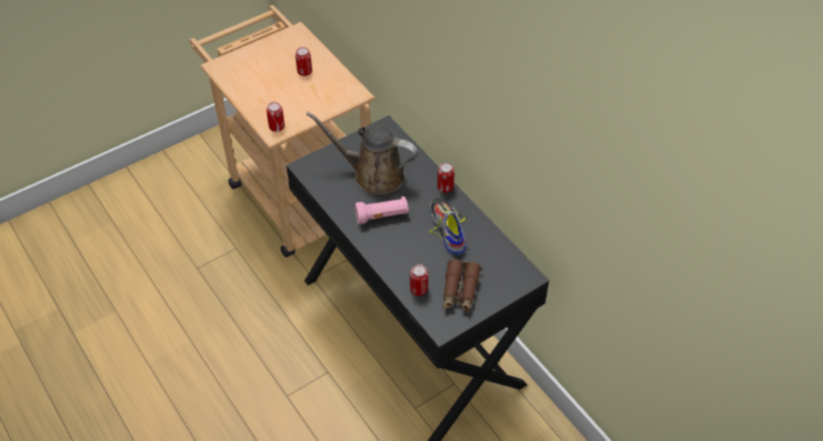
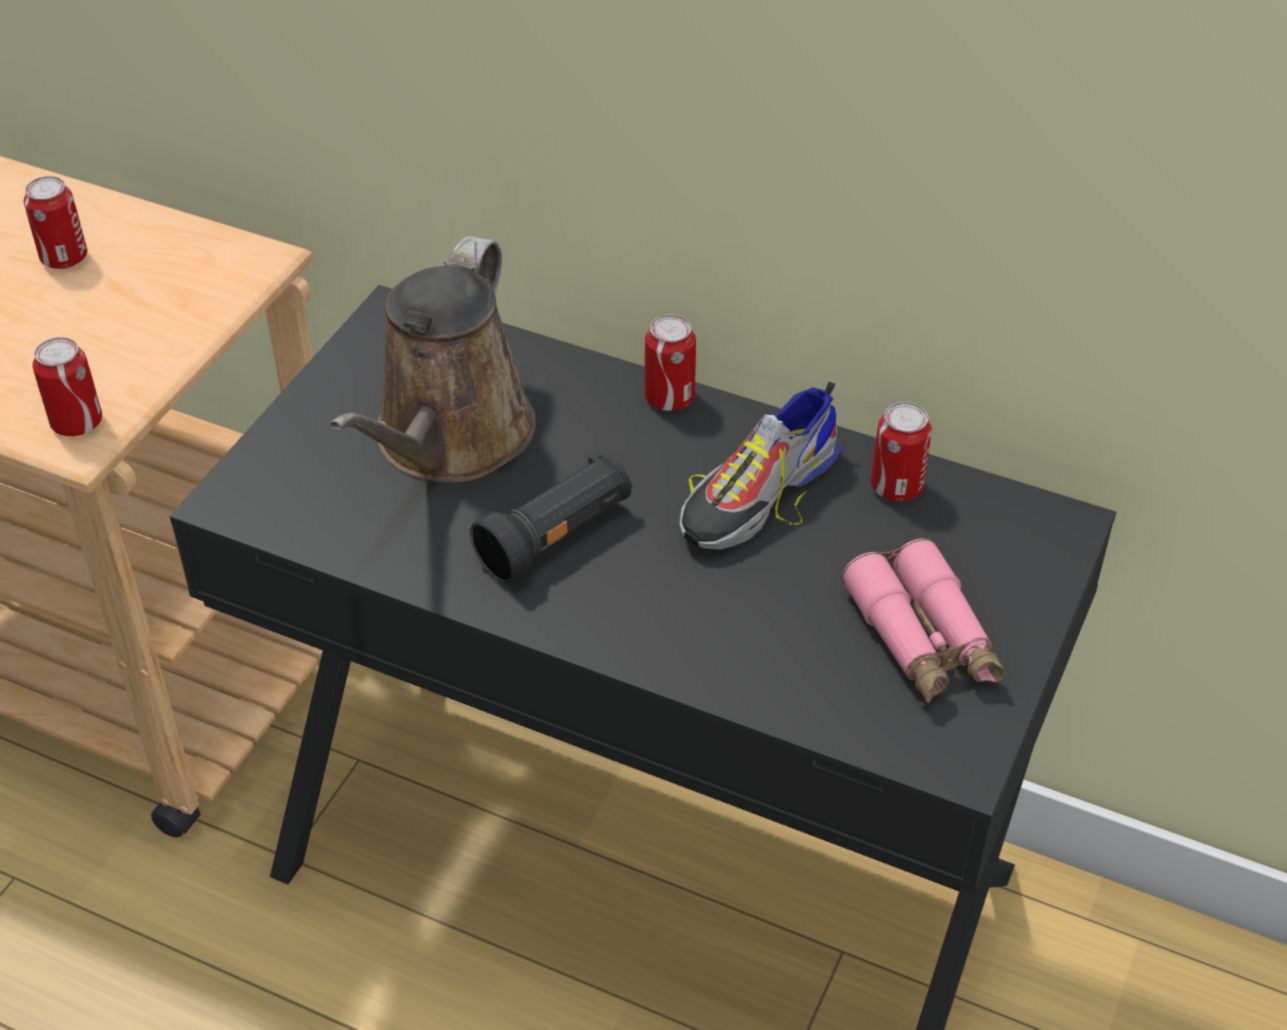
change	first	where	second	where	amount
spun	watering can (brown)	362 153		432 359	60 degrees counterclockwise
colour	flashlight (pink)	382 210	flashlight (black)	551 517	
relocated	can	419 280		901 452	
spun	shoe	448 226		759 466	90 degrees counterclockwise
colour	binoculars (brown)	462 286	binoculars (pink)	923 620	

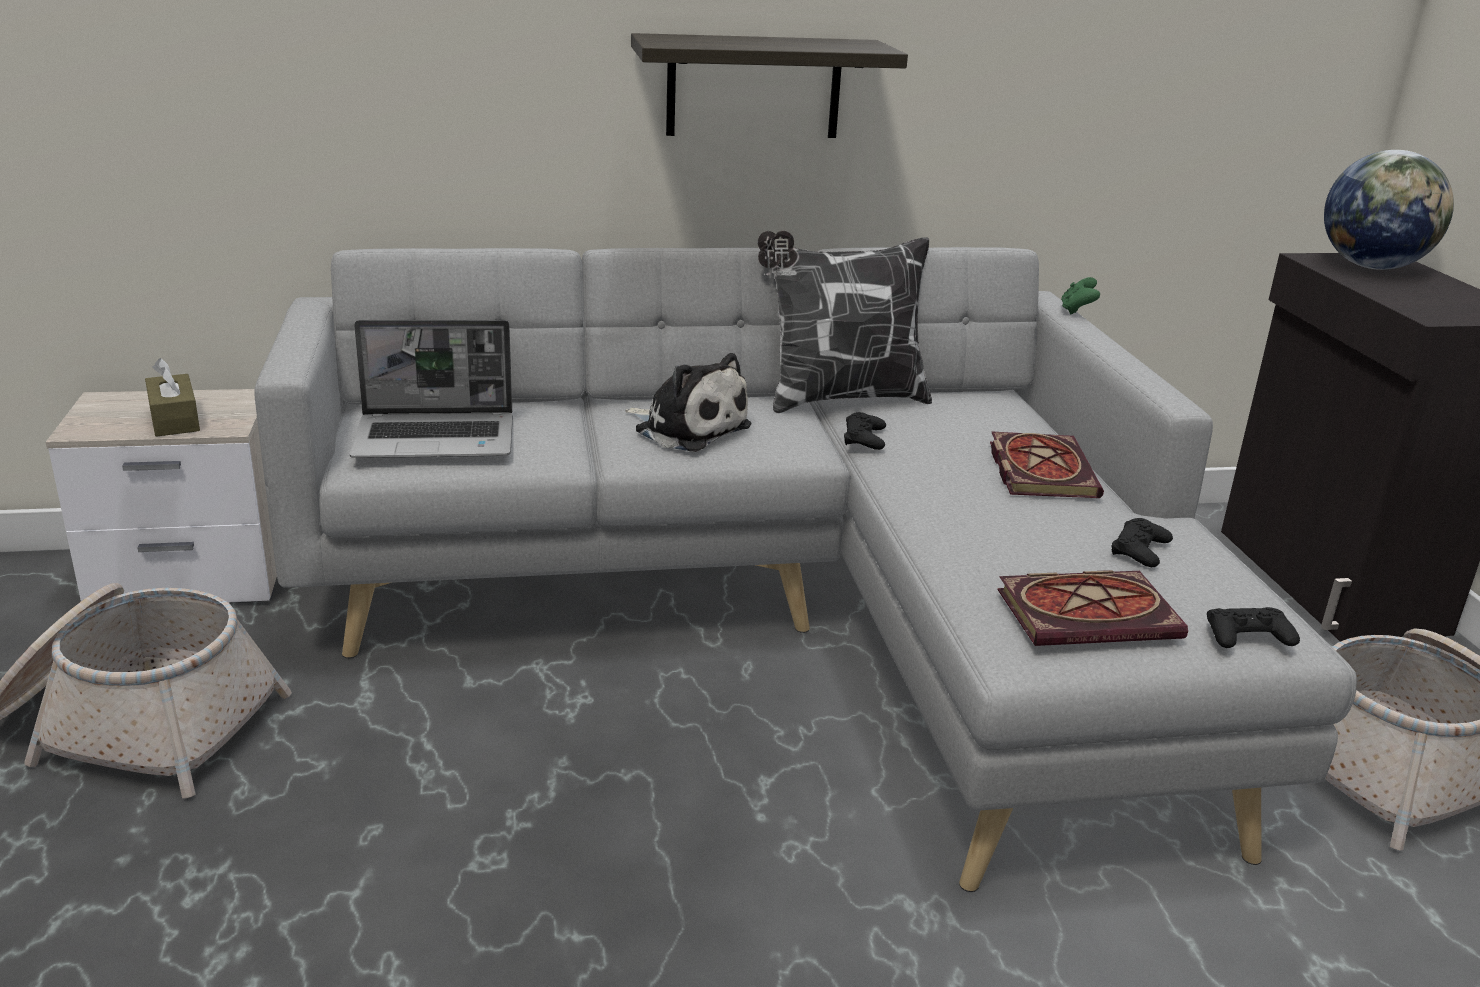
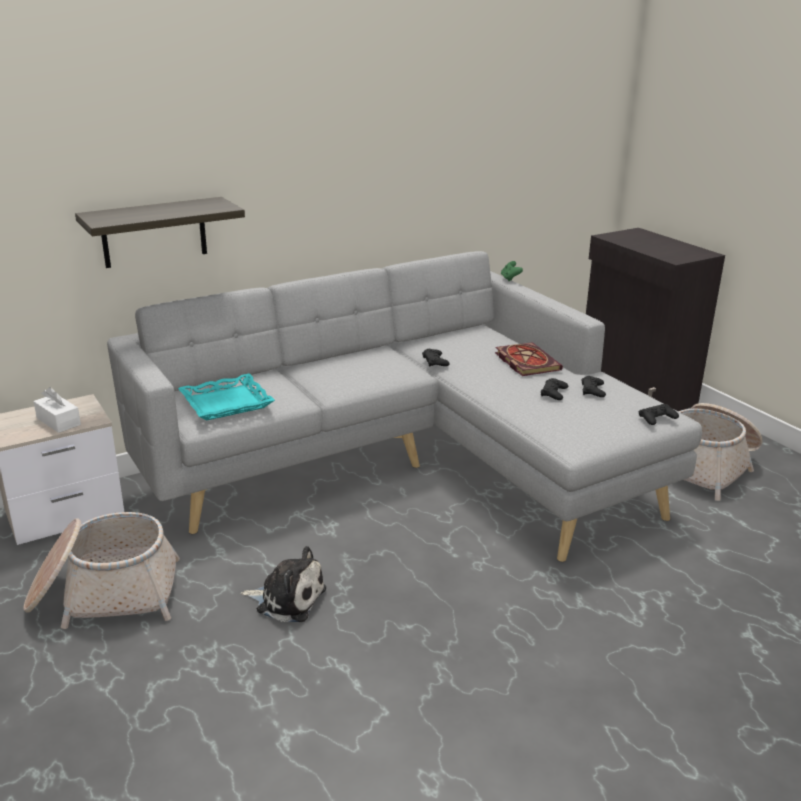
change	first	where	second	where	amount
colour	tissue box (brown)	172 397	tissue box (white)	57 410	
exchanged	laptop	431 389	tray (turquoise)	226 397	
relocated	plush toy	688 402		283 584	
relocated	shelf	769 85		160 232	
missing	pillow	844 321			
missing	book	1093 608			
missing	globe	1389 210			
appeared			game controller (black)	554 389	

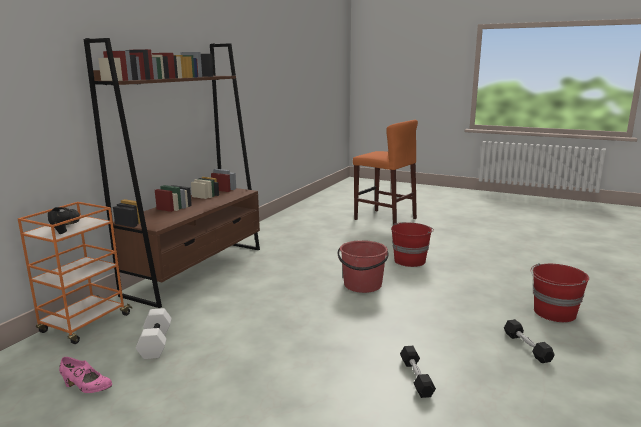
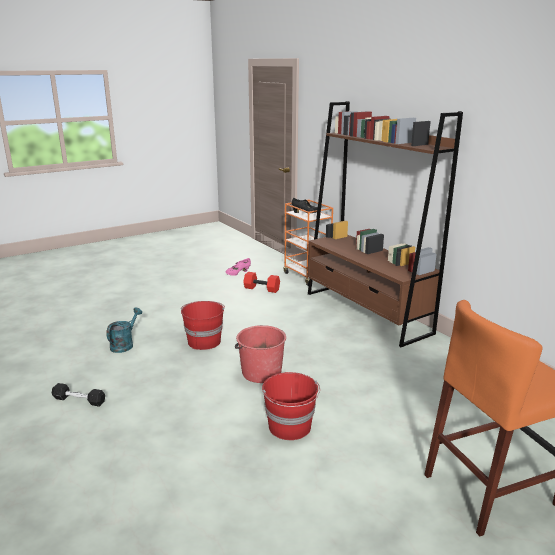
change	first	where	second	where	amount
colour	dumbbell (white)	154 333	dumbbell (red)	261 282	
exchanged	dumbbell (black)	418 372	watering can (turquoise)	124 330	
relocated	bucket (red)	560 292		203 325	

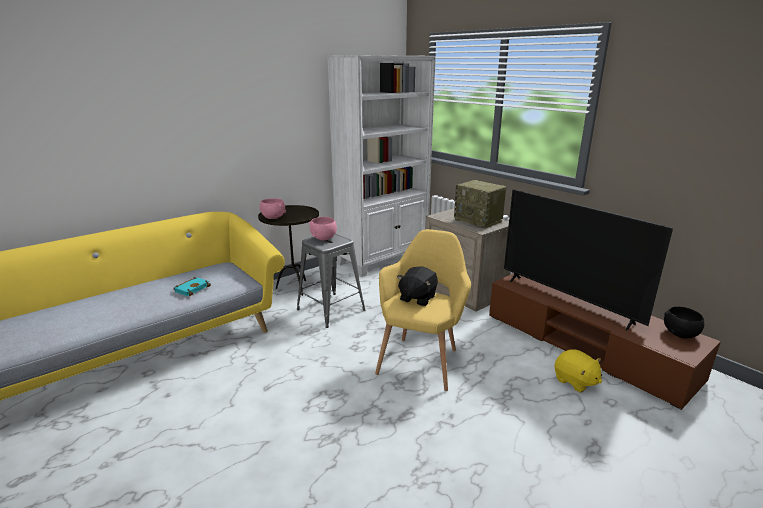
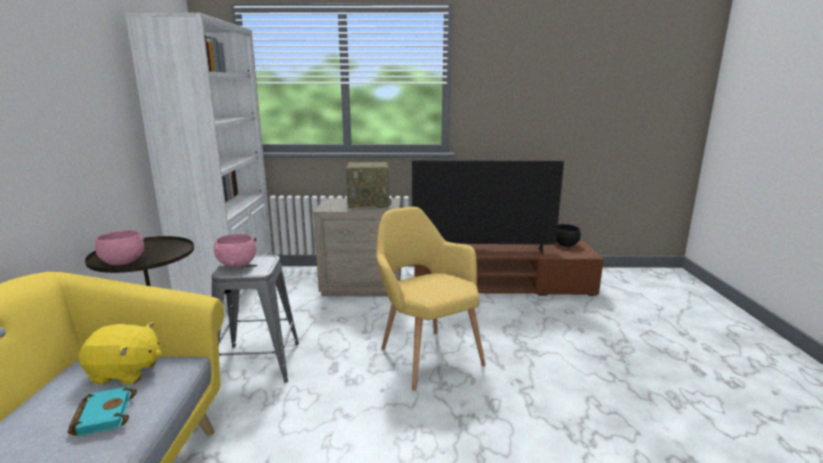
change	first	where	second	where	amount
missing	plush toy (black)	417 286			
relocated	plush toy (yellow)	578 370		120 353	

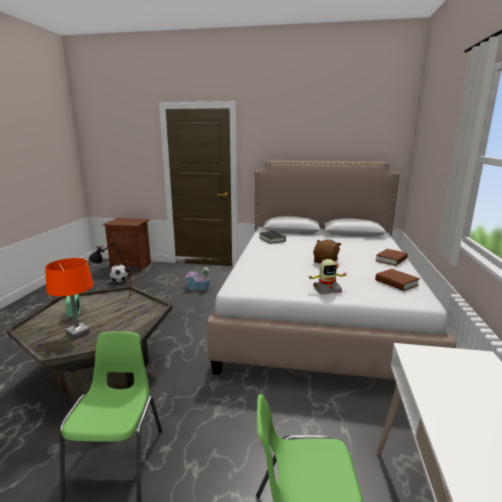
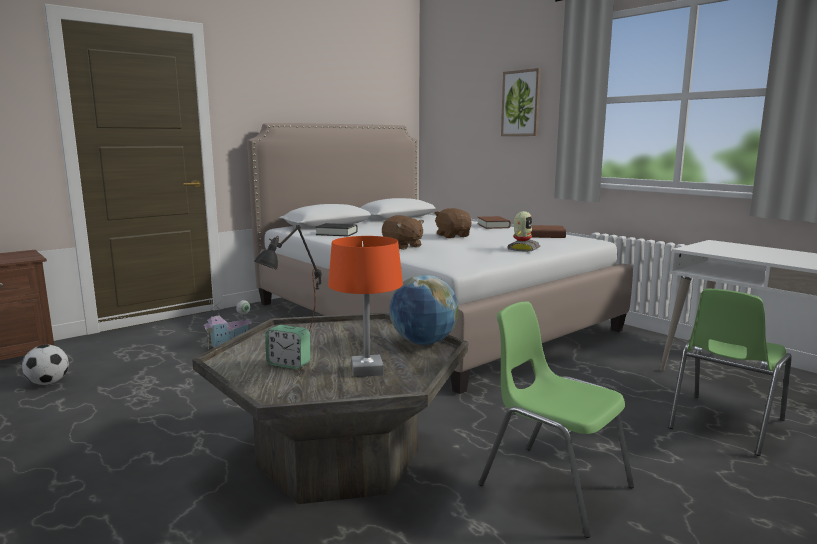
change	first	where	second	where	amount
appeared			plush toy (brown)	403 232	
appeared			globe	424 310	
appeared			picture	521 102	

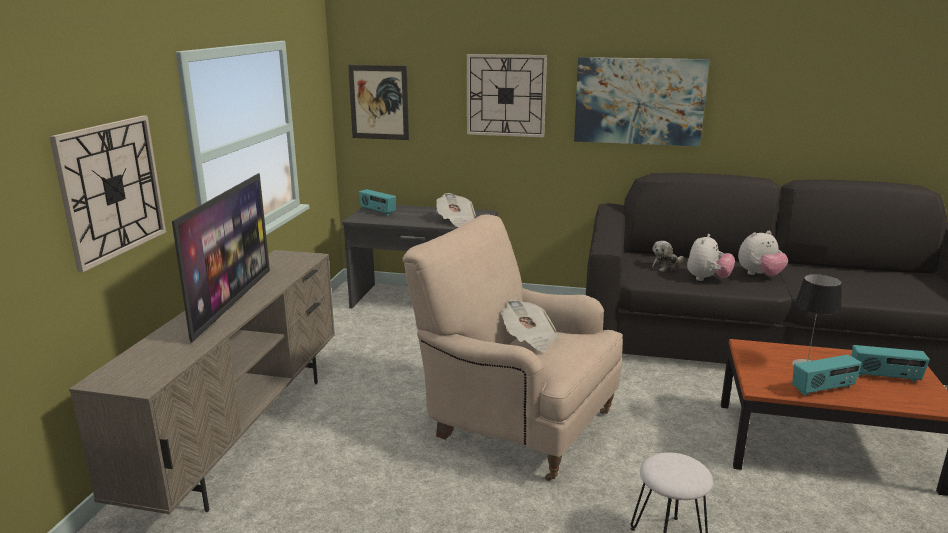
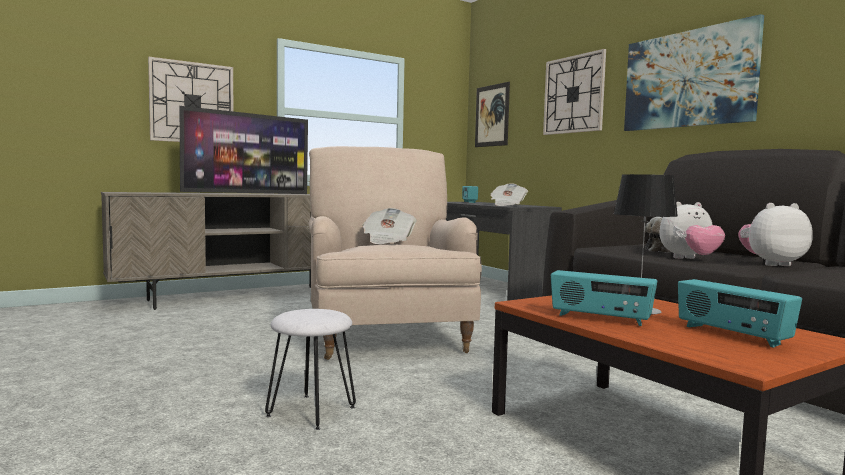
change	first	where	second	where	amount
spun	plush toy	763 253		775 234	150 degrees clockwise

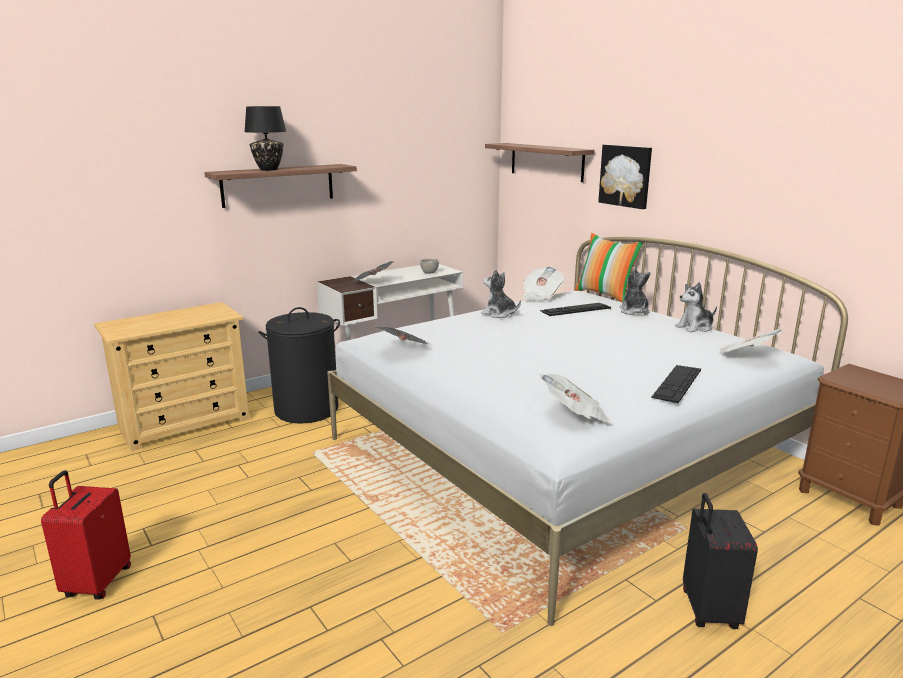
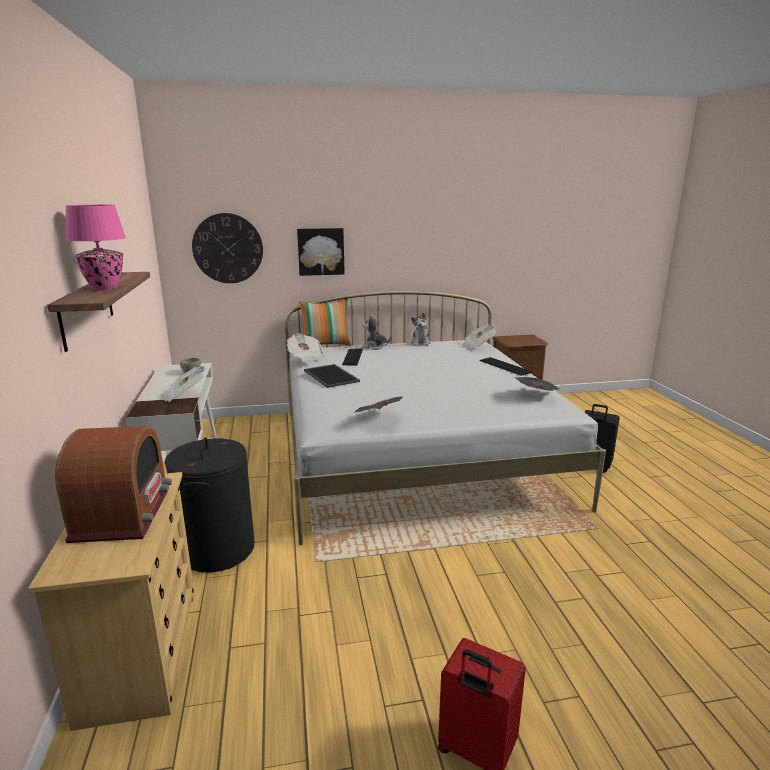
change	first	where	second	where	amount
colour	table lamp (black)	265 138	table lamp (pink)	95 247	
exchanged	plush toy	501 293	tray	332 376	
exchanged	shelf	539 162	wall clock	227 248	
appeared			radio	113 484	

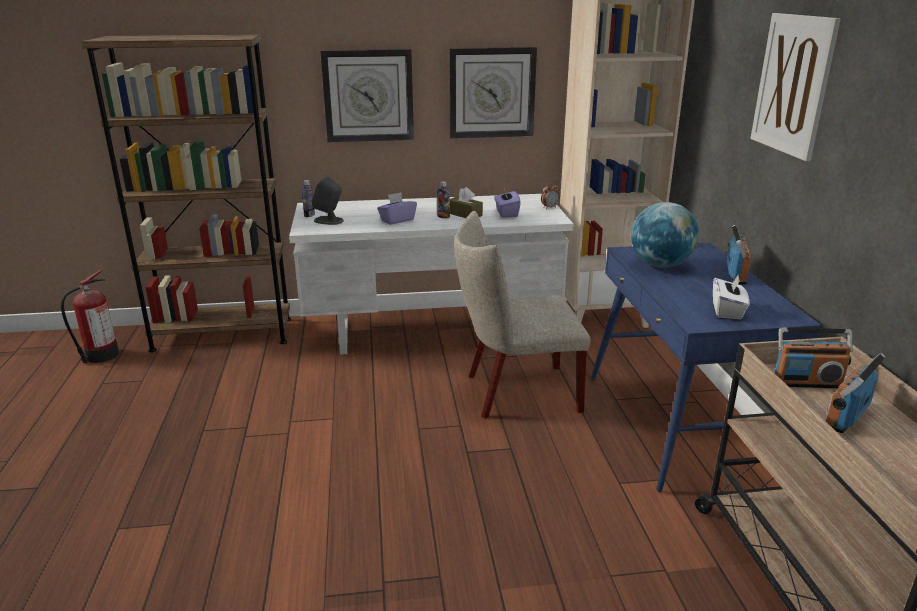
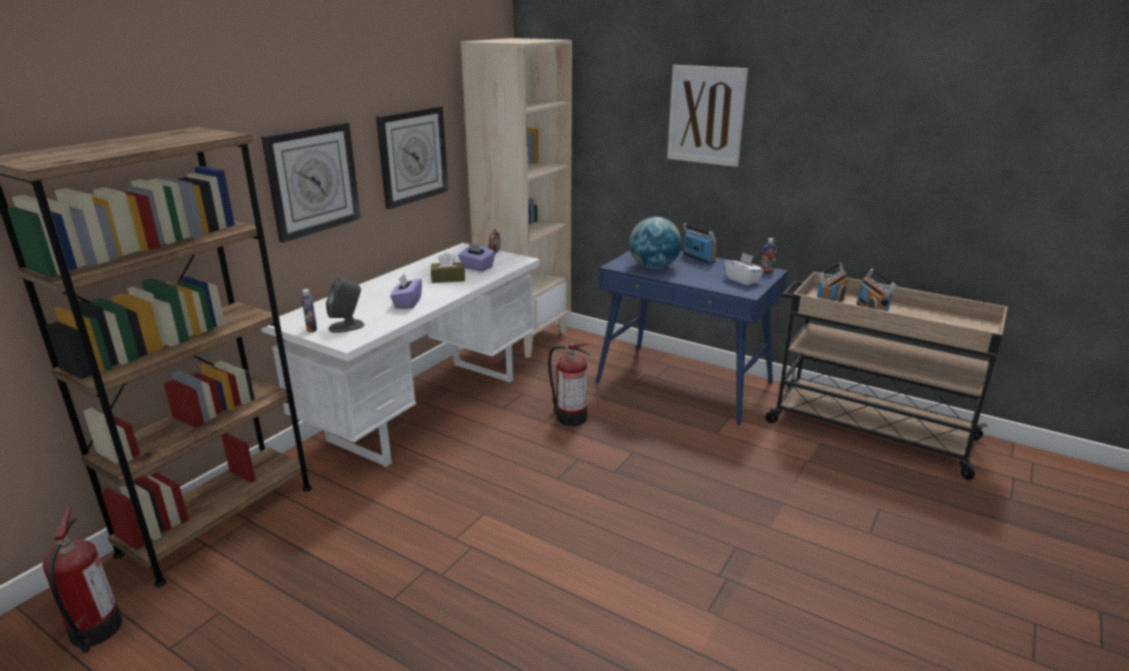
change	first	where	second	where	amount
relocated	bottle	443 200		769 256	
exchanged	chair (beige)	522 314	fire extinguisher	569 384	

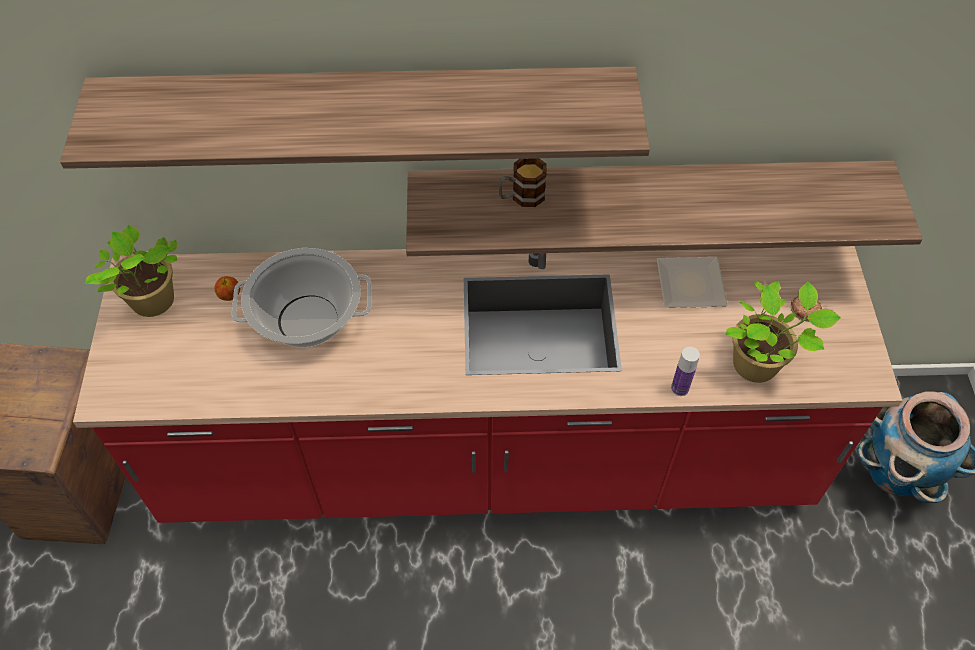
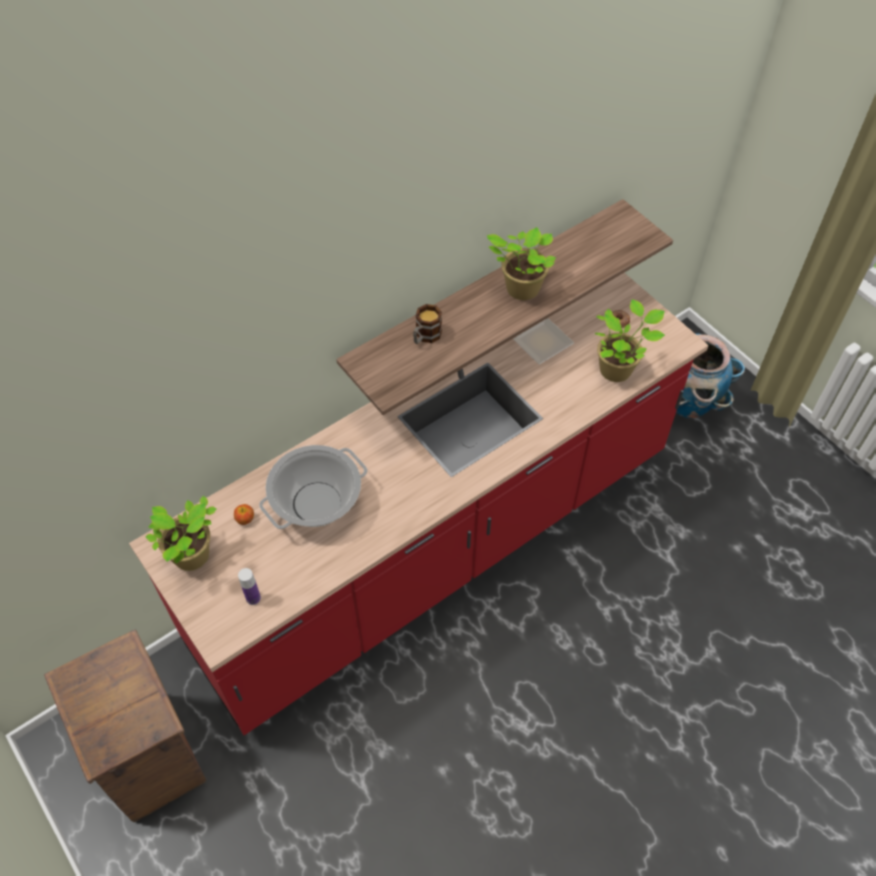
change	first	where	second	where	amount
missing	shelf	355 118			
relocated	bottle	685 371		249 586	
appeared			potted plant	521 263	

